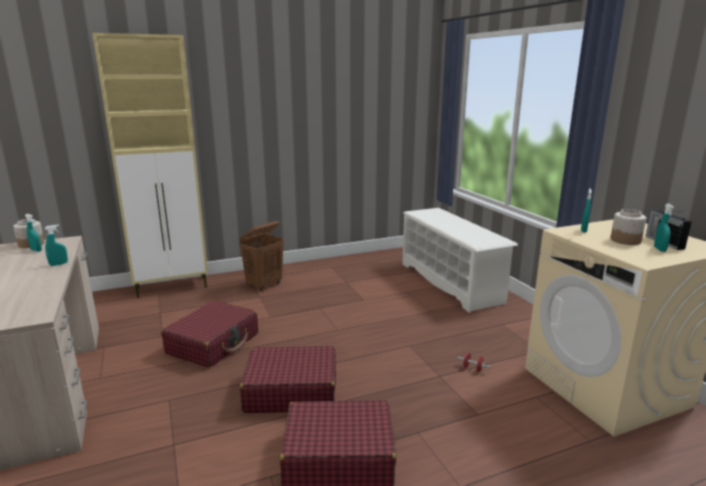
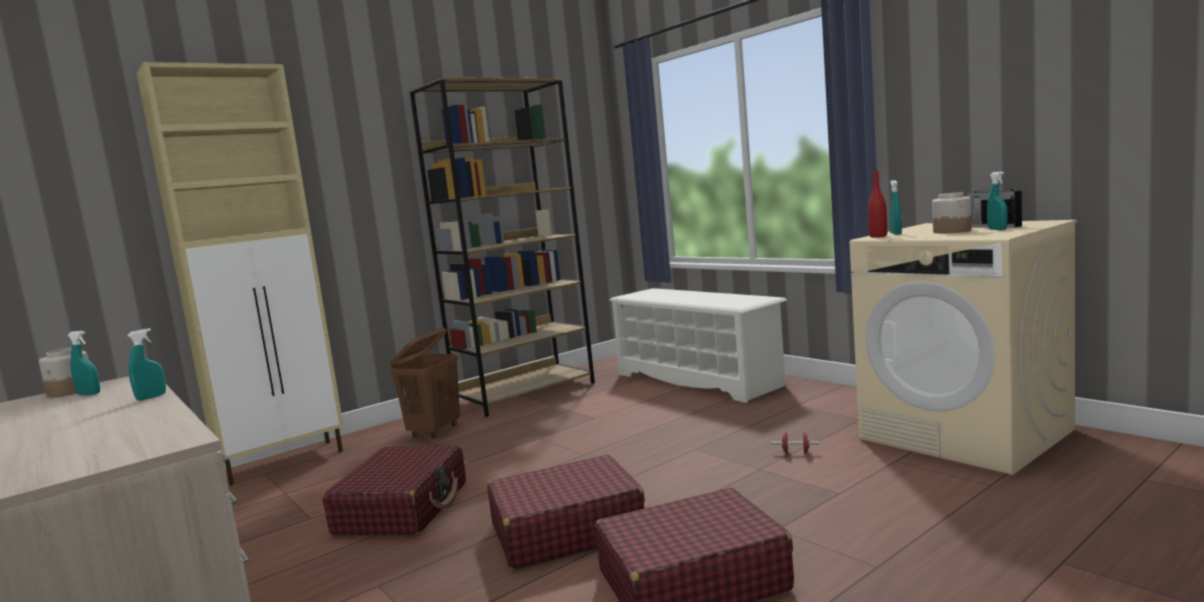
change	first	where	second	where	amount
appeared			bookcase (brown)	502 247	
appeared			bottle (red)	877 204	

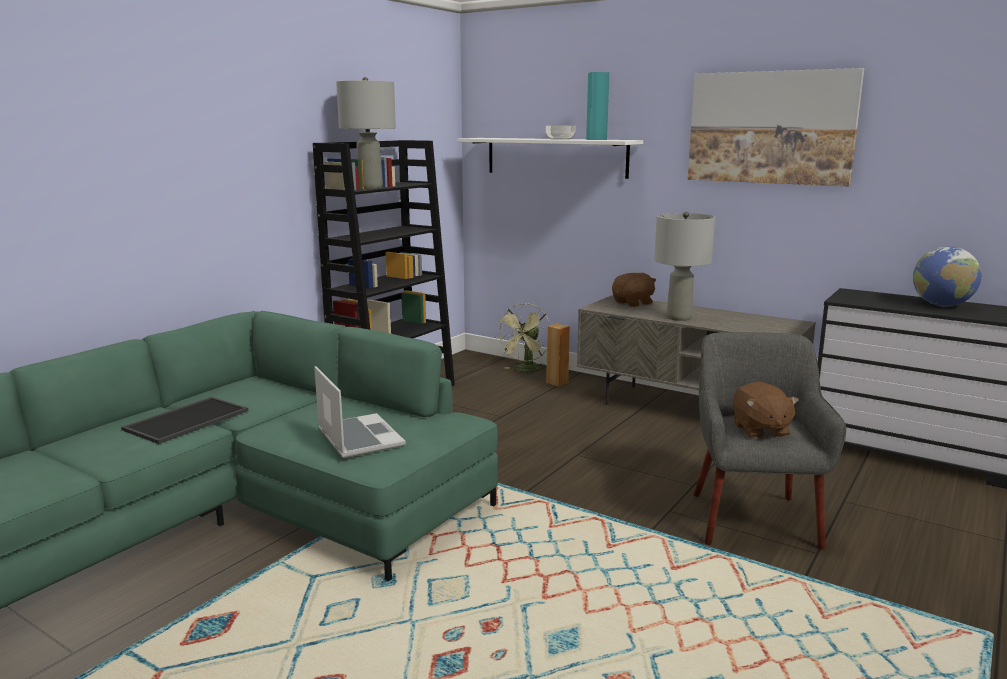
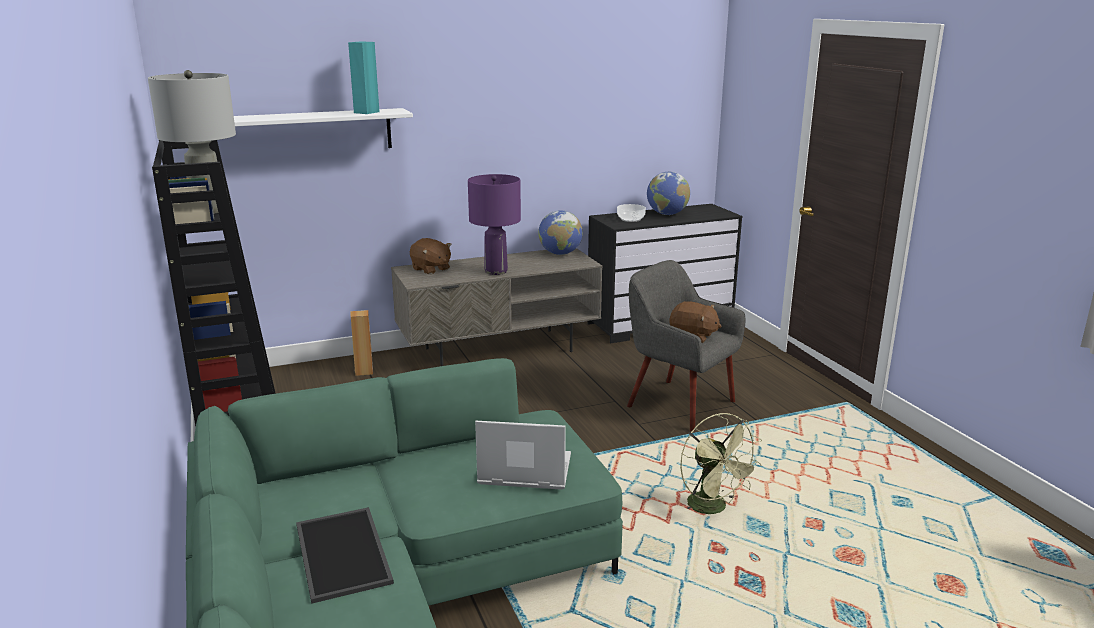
change	first	where	second	where	amount
relocated	fan (green)	523 338		721 463	
relocated	bowl	561 132		631 213	
spun	plush toy (brown)	634 290		431 256	135 degrees clockwise
colour	table lamp (grey)	684 266	table lamp (purple)	494 224	
missing	picture	776 127			
appeared			globe	560 232	

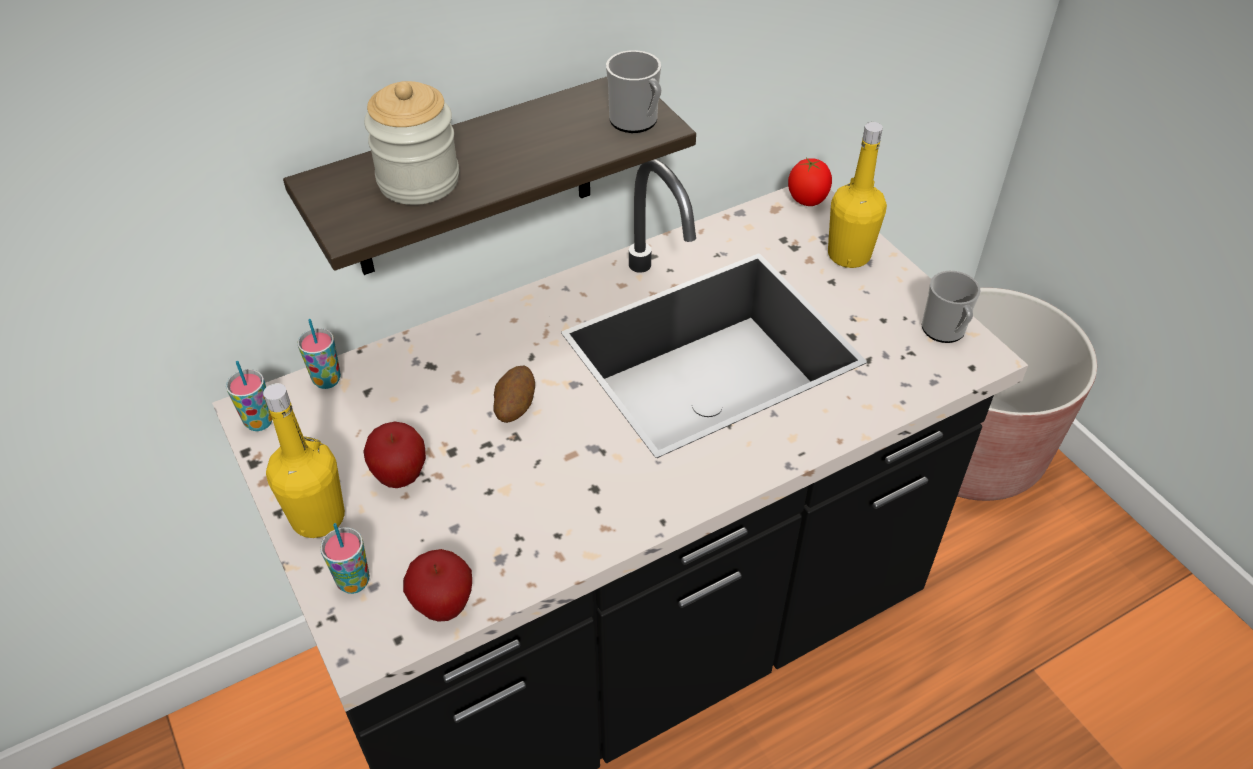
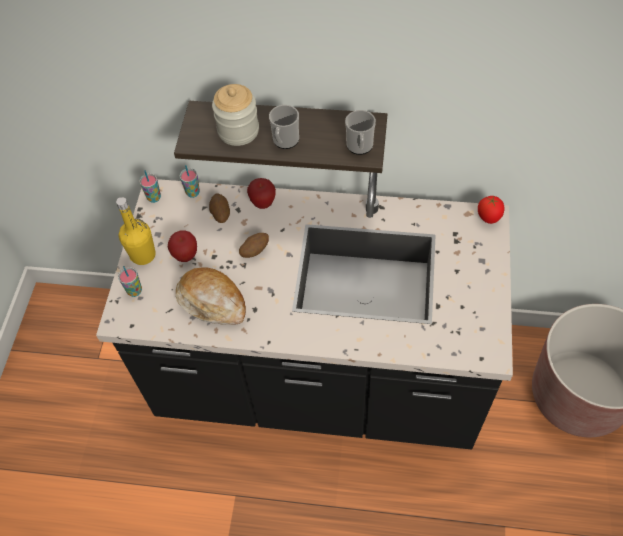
change	first	where	second	where	amount
relocated	apple	437 585		261 193	
missing	bottle (yellow)	857 195			
relocated	mug	951 307		284 127	
appeared			bread	211 296	
appeared			potato	219 208	

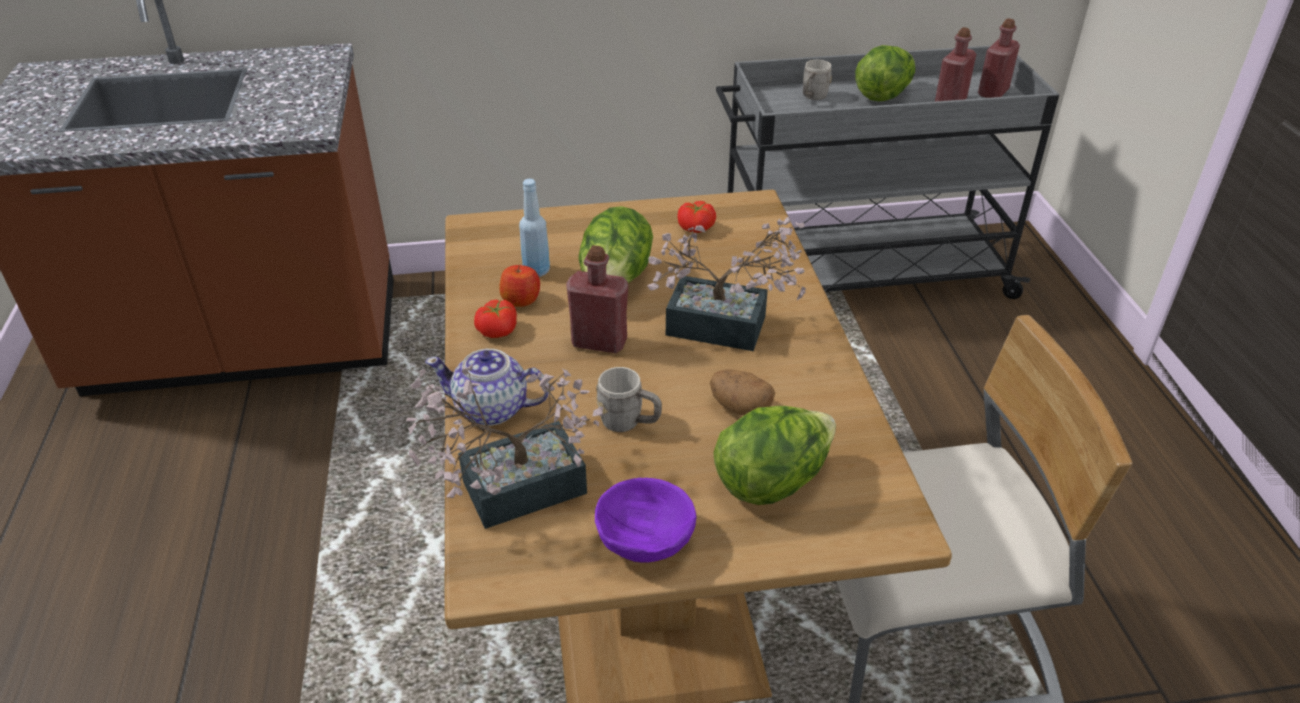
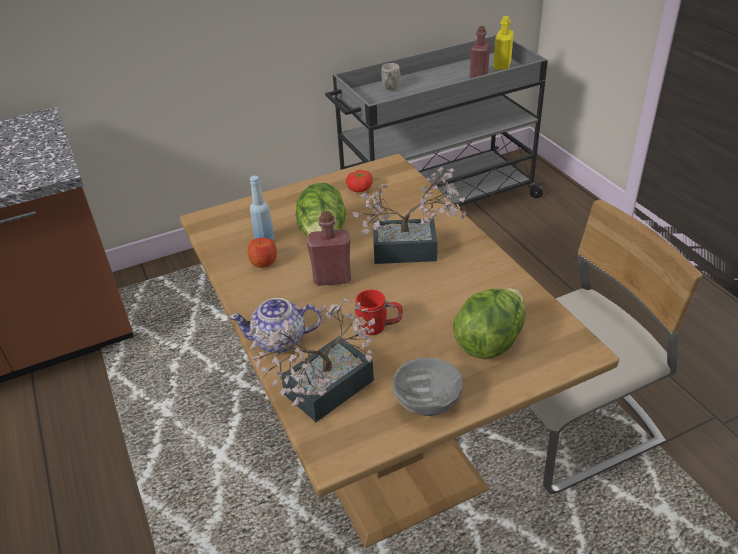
change	first	where	second	where	amount
missing	tomato	495 319			
colour	bowl (purple)	646 520	bowl (grey)	427 386	
colour	mug (grey)	629 399	mug (red)	378 312	
missing	potato	742 392			
missing	lettuce	885 73			
colour	bottle (red)	999 58	bottle (yellow)	503 43	

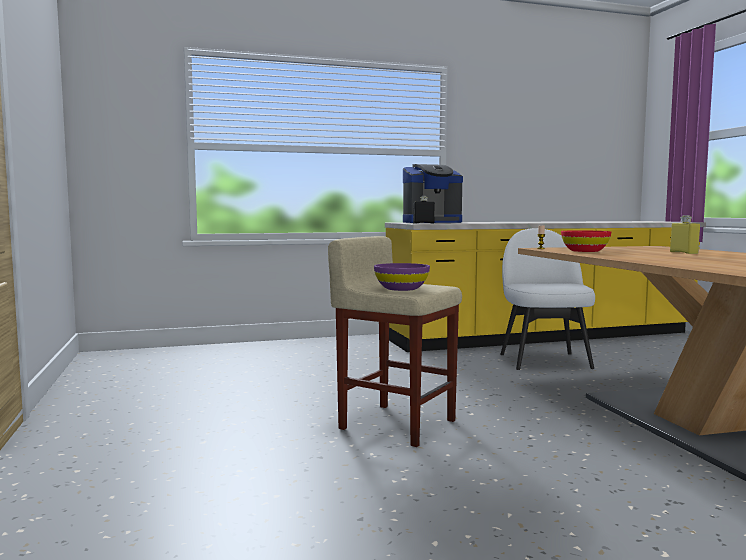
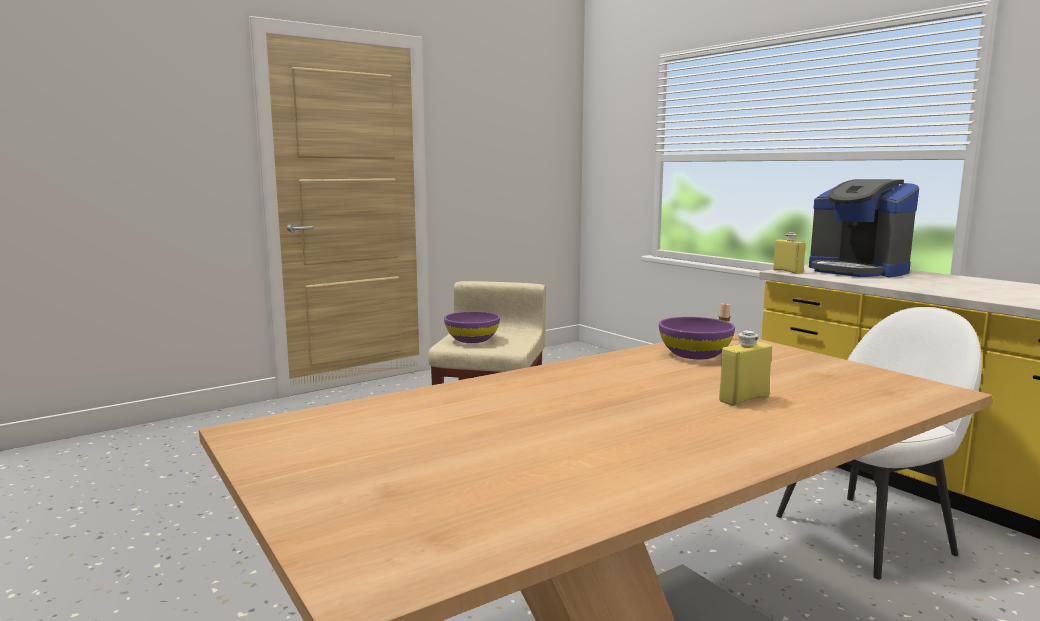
change	first	where	second	where	amount
colour	bottle (black)	424 210	bottle (yellow)	789 253	
colour	bowl (red)	586 241	bowl (purple)	697 338	

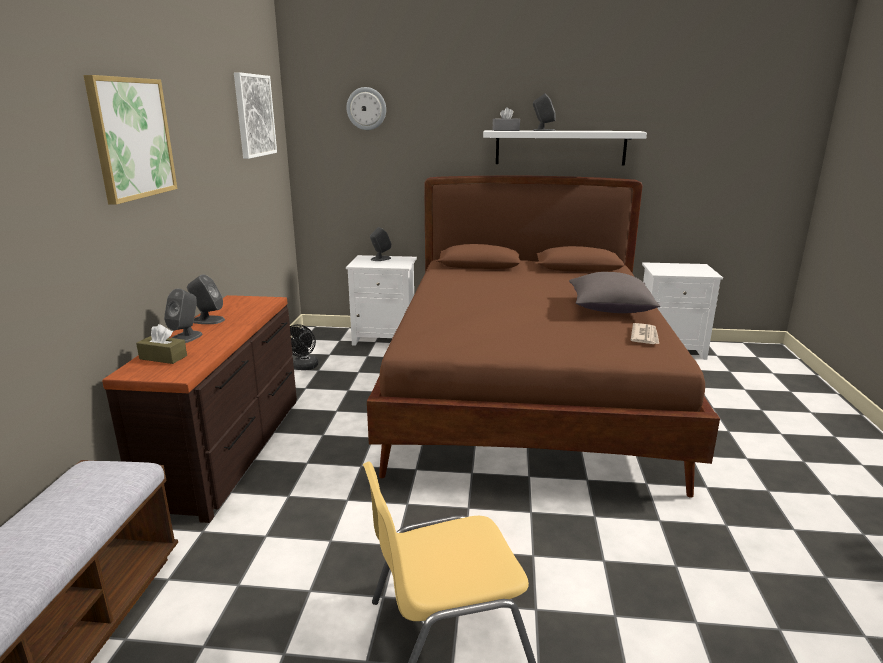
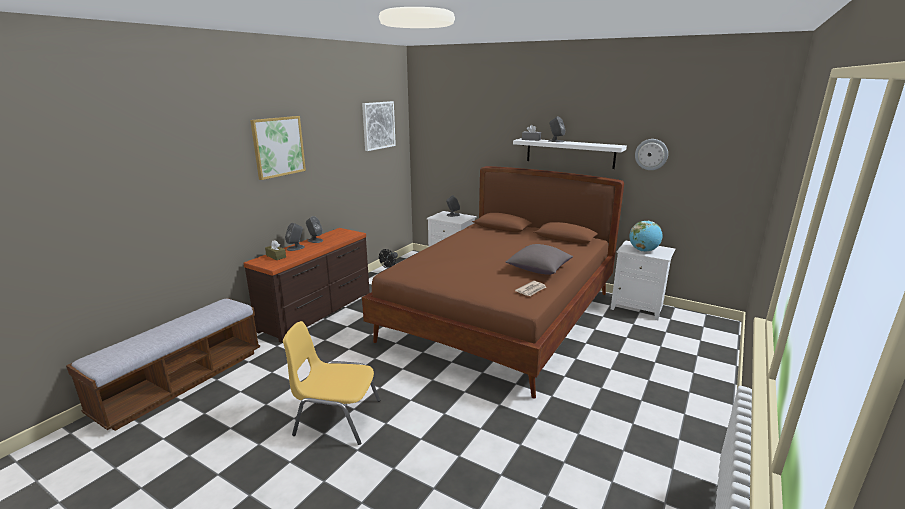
change	first	where	second	where	amount
relocated	wall clock	366 108		651 154	
appeared			globe	646 236	

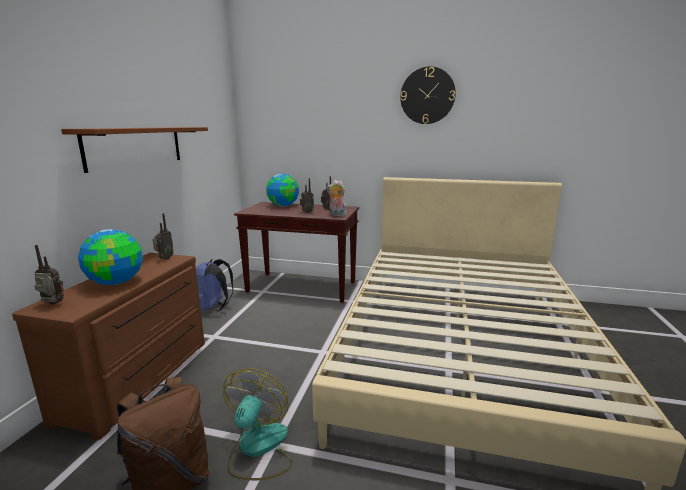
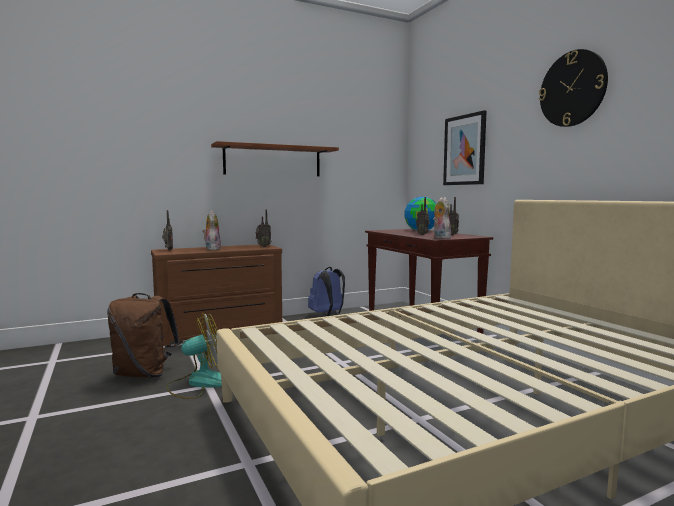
change	first	where	second	where	amount
exchanged	globe	110 257	plush toy	211 230	
appeared			picture	465 147	

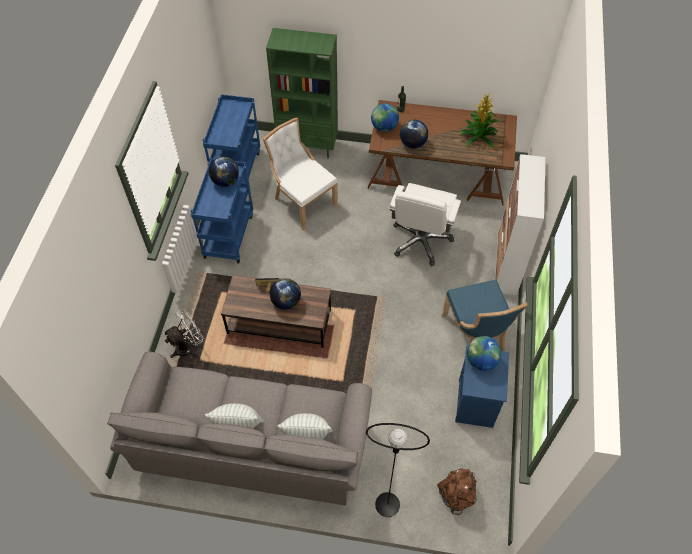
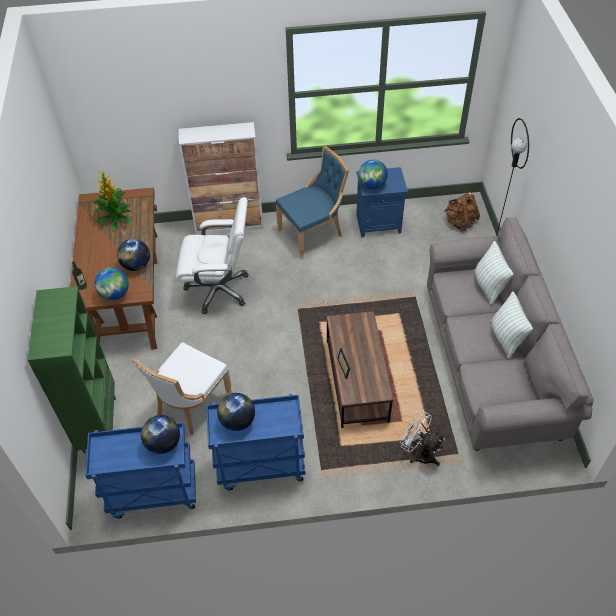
change	first	where	second	where	amount
relocated	globe	285 294		160 434	

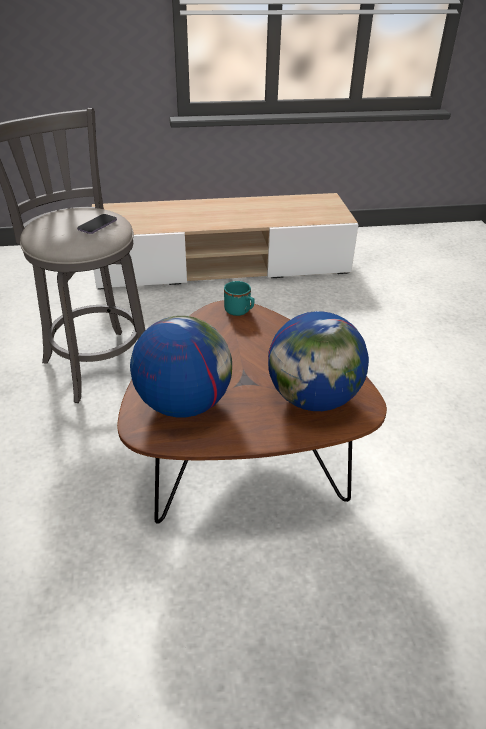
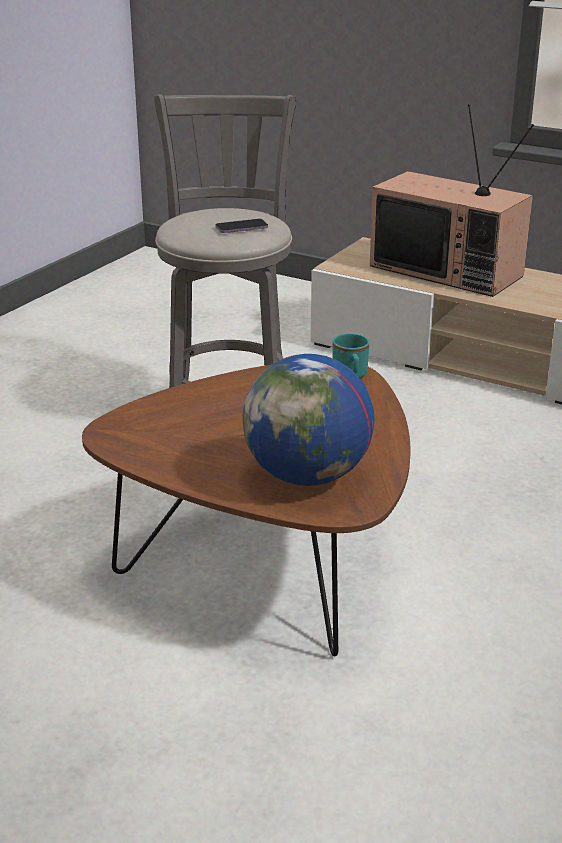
change	first	where	second	where	amount
missing	globe	181 366			
appeared			television	452 200	

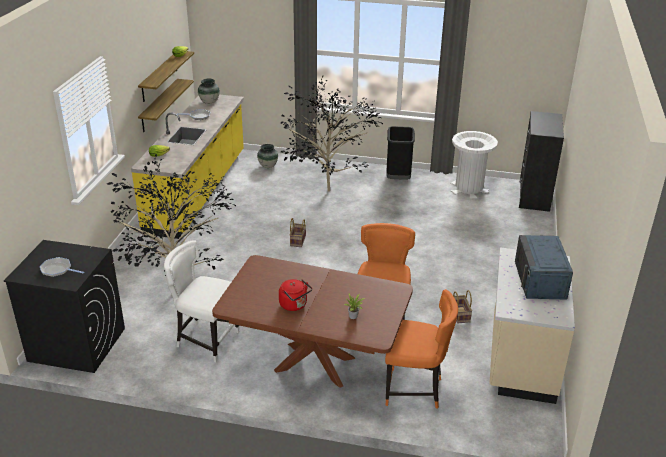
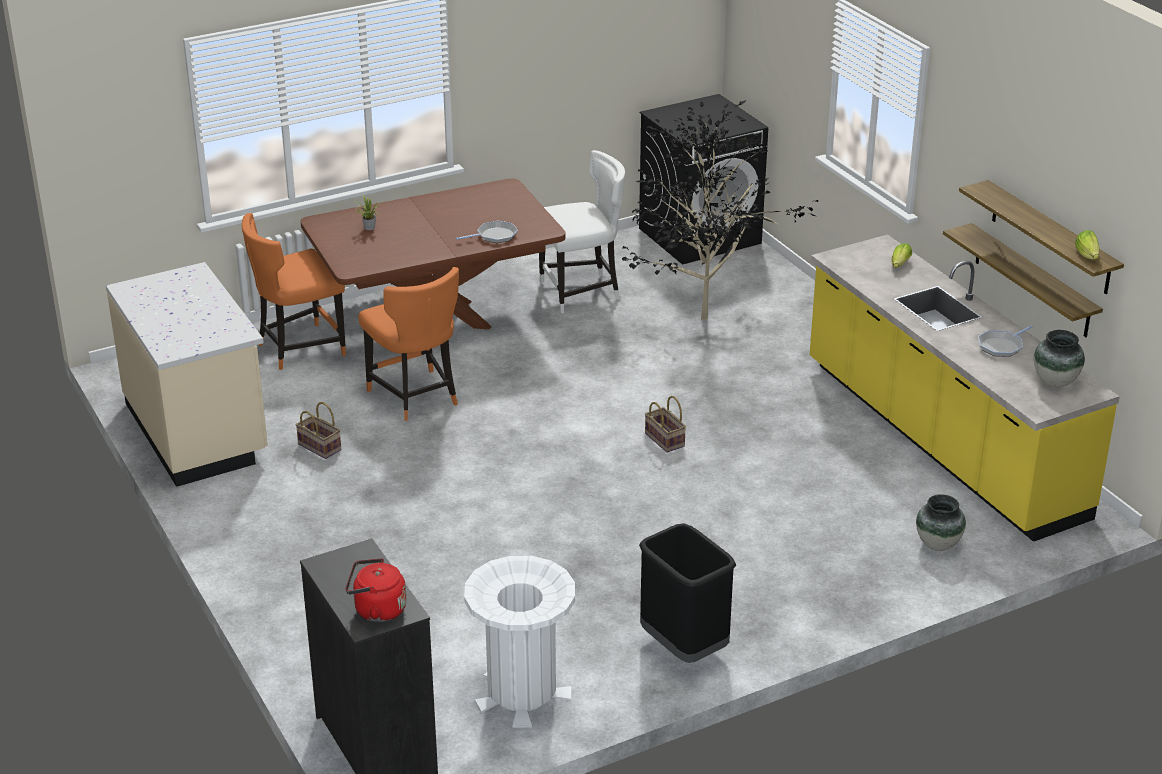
change	first	where	second	where	amount
relocated	frying pan	62 267		487 232	
relocated	kettle (red)	295 295		376 590	
missing	potted plant	332 133			
missing	microwave (blue)	544 267			

